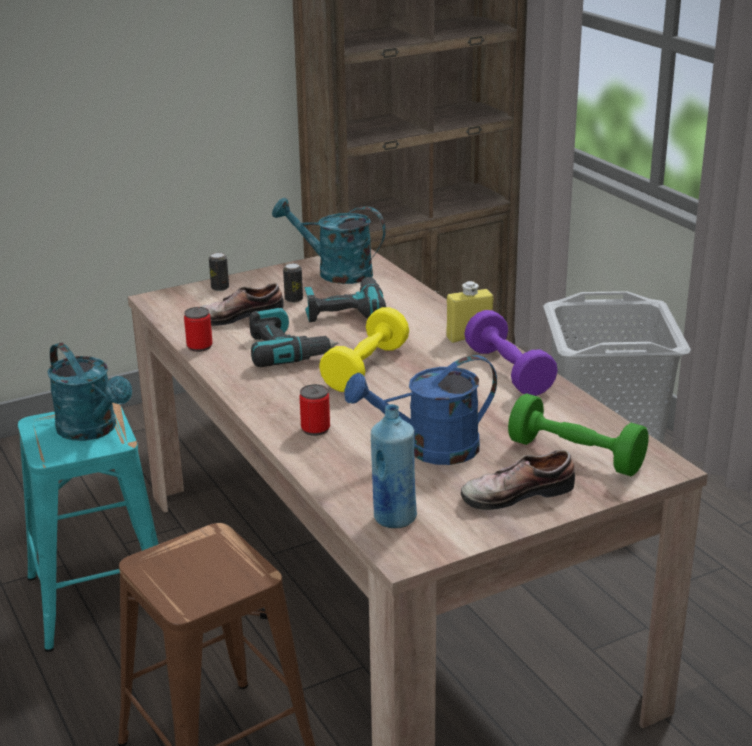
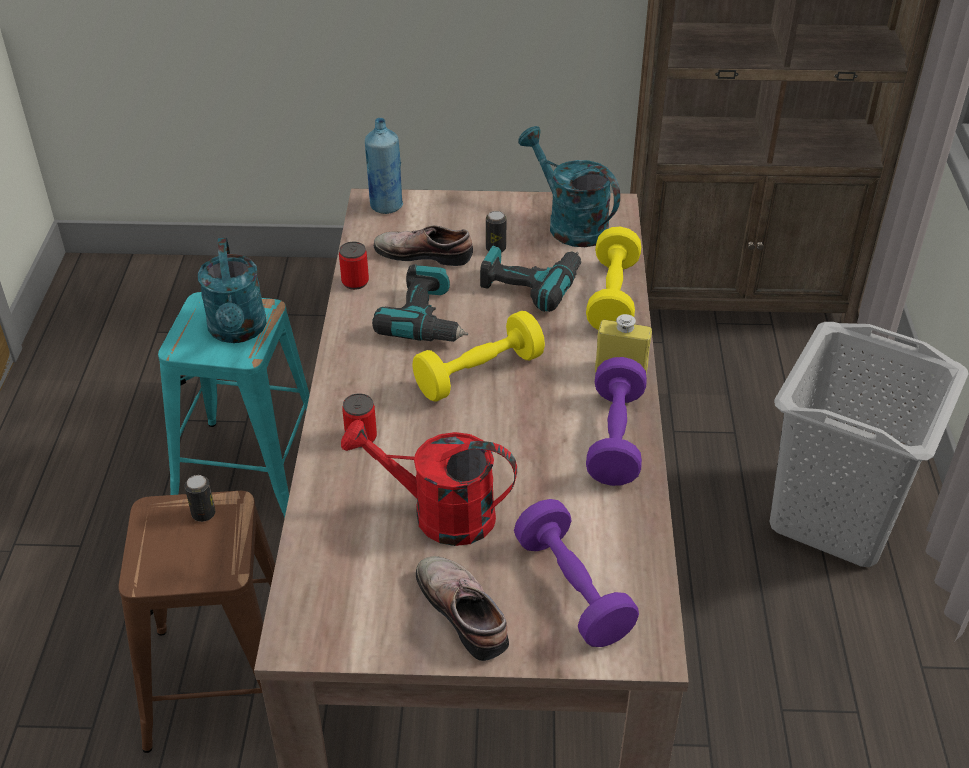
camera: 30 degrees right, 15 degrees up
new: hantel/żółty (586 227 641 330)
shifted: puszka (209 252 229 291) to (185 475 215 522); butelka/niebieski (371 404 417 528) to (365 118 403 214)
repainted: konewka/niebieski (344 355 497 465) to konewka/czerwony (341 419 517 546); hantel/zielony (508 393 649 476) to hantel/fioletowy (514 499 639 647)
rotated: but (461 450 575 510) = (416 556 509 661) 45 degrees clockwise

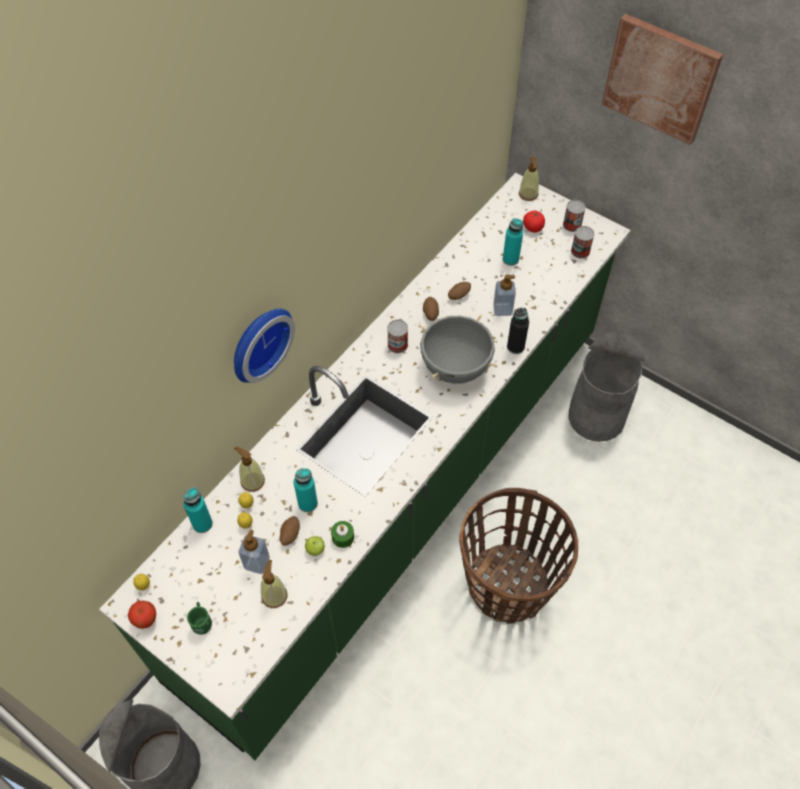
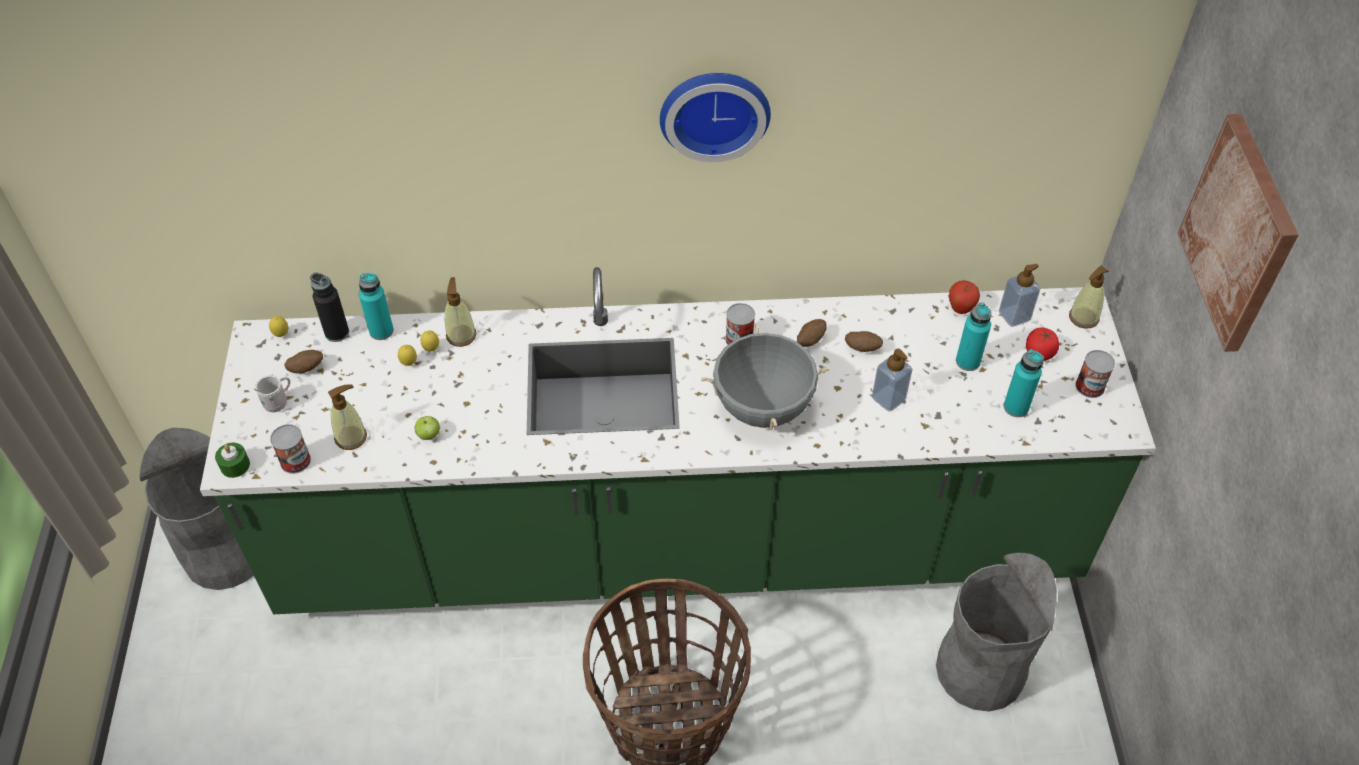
camera: 50 degrees right, 5 degrees down
shifted: jabłko (128 601 156 629) to (949 280 980 314); zegar ścienny (234 309 295 383) to (660 73 771 162); dozownik mydła (238 530 270 574) to (999 264 1040 327); ziemniak (280 516 300 546) to (284 350 323 373); butelka/turkusowy (294 468 318 512) to (1004 349 1044 417); świeca/zielony (331 521 354 548) to (215 443 250 478); butelka/czarny (507 308 529 354) to (310 273 349 342); puszka (571 226 595 259) to (270 424 311 474)
repainted: kubek/zielony (187 602 212 635) to kubek/biały (254 375 290 412)

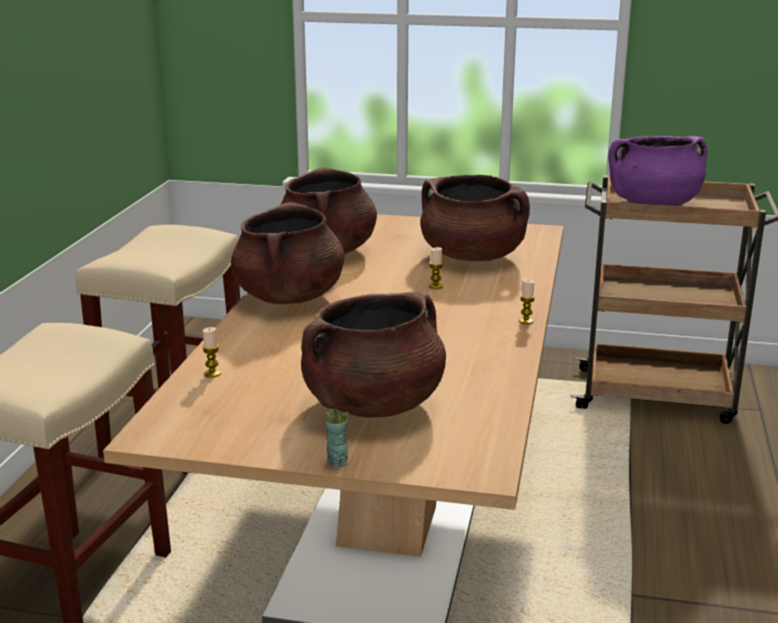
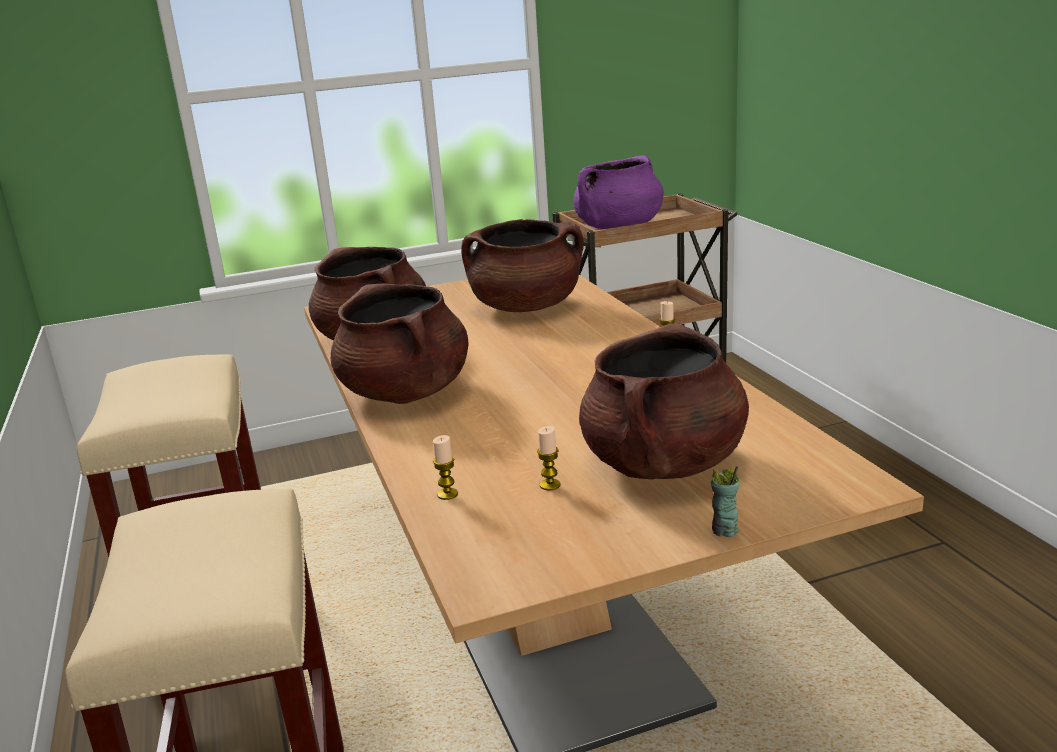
camera: 30 degrees left, 0 degrees up
shifted: świeca (429 247 443 289) to (537 426 560 490)

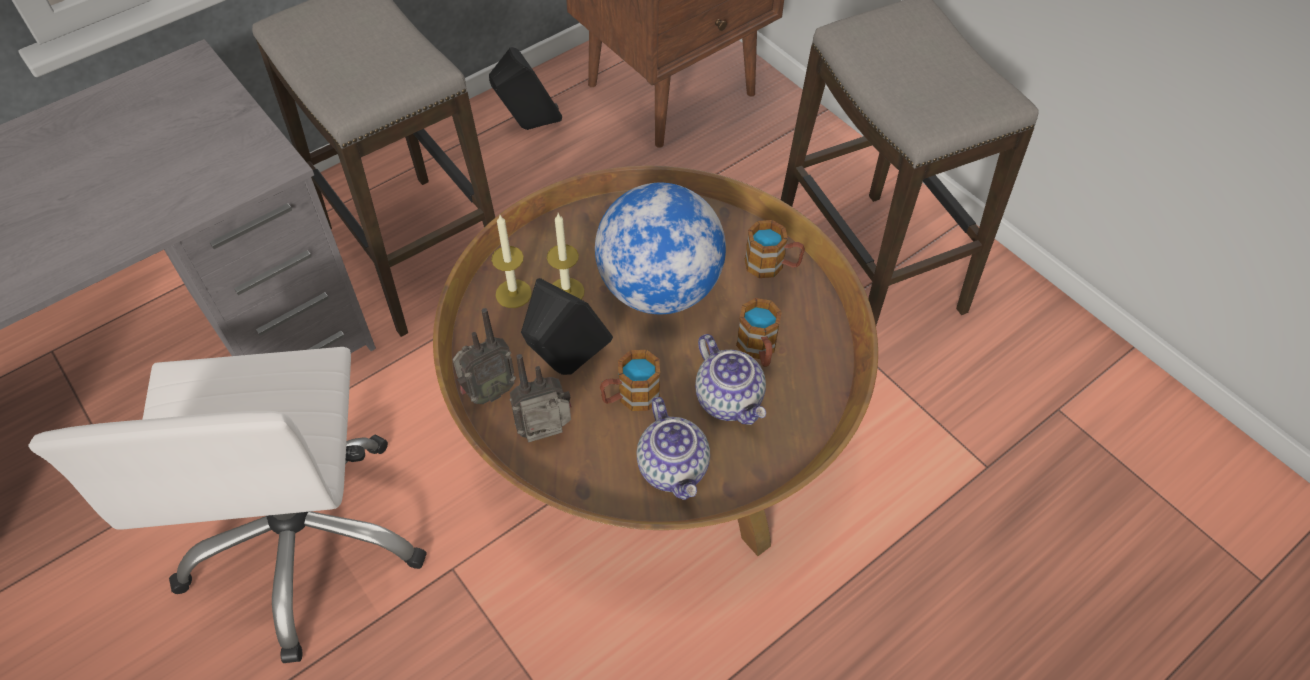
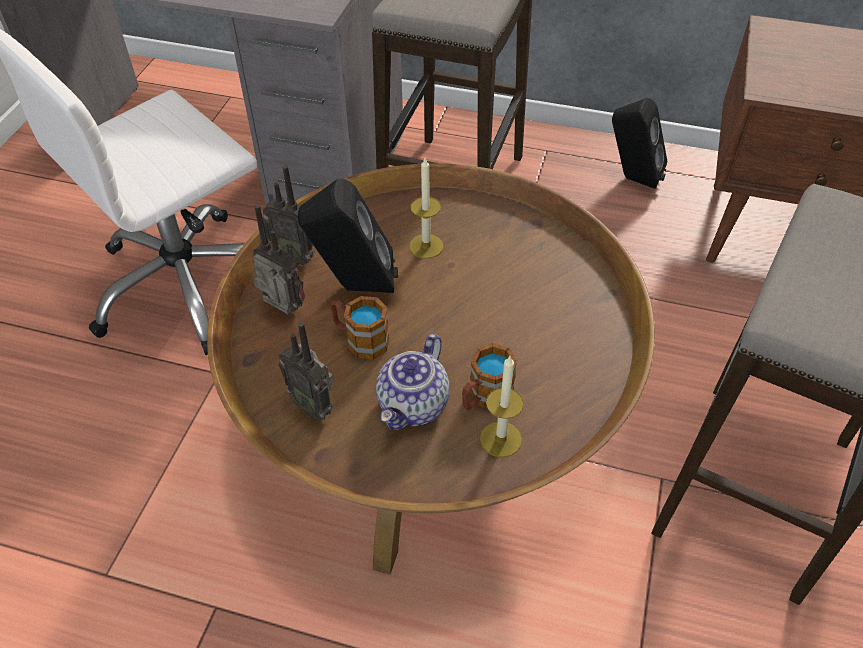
camera: 55 degrees right, 5 degrees down
gone: globus (595 183 726 314); kubek (745 220 805 278)
shifted: świeca (491 215 532 308) to (480 356 524 458)
swapped: imbryk (637 397 710 500) to radio (278 322 334 421)

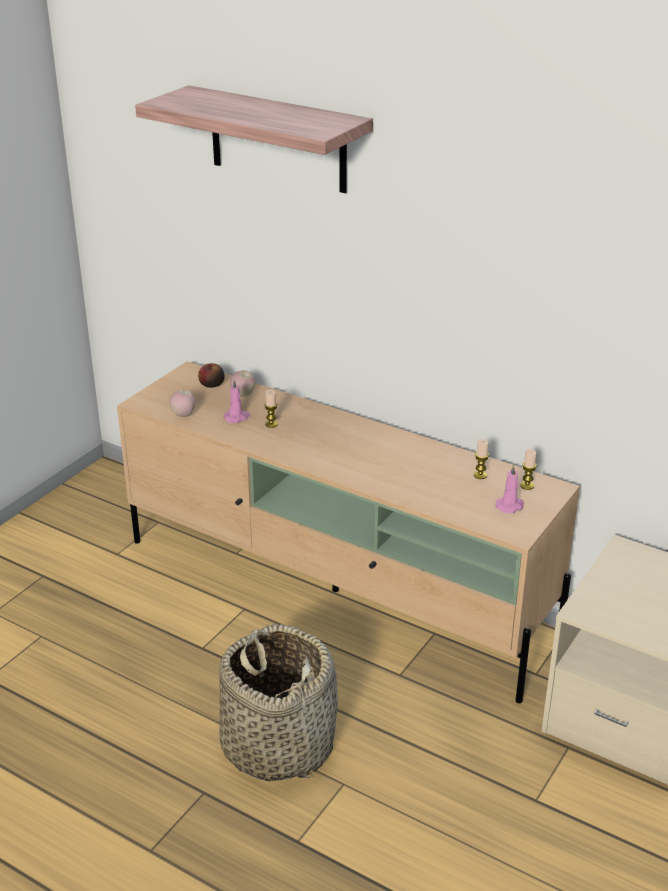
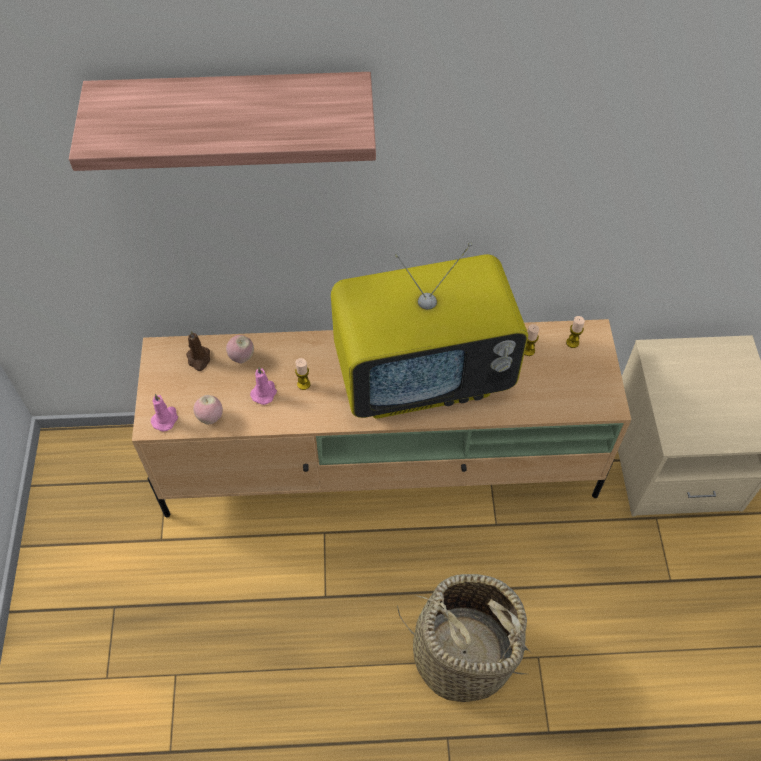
camera: 35 degrees left, 25 degrees up
new: telewizor (331 243 528 419)
shifted: świeca/różowy (495 465 524 513) to (151 394 178 431)
swapped: jabłko (198 363 225 388) to świeca/brązowy (186 331 210 371)

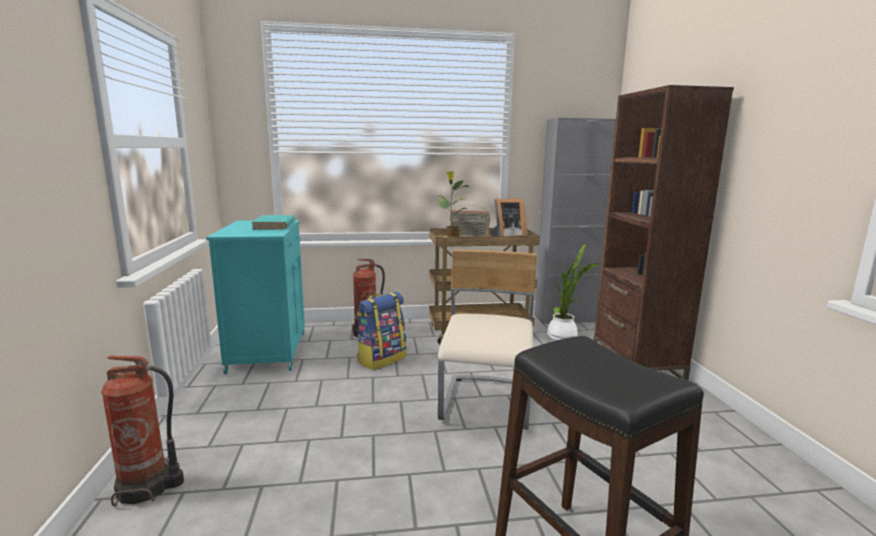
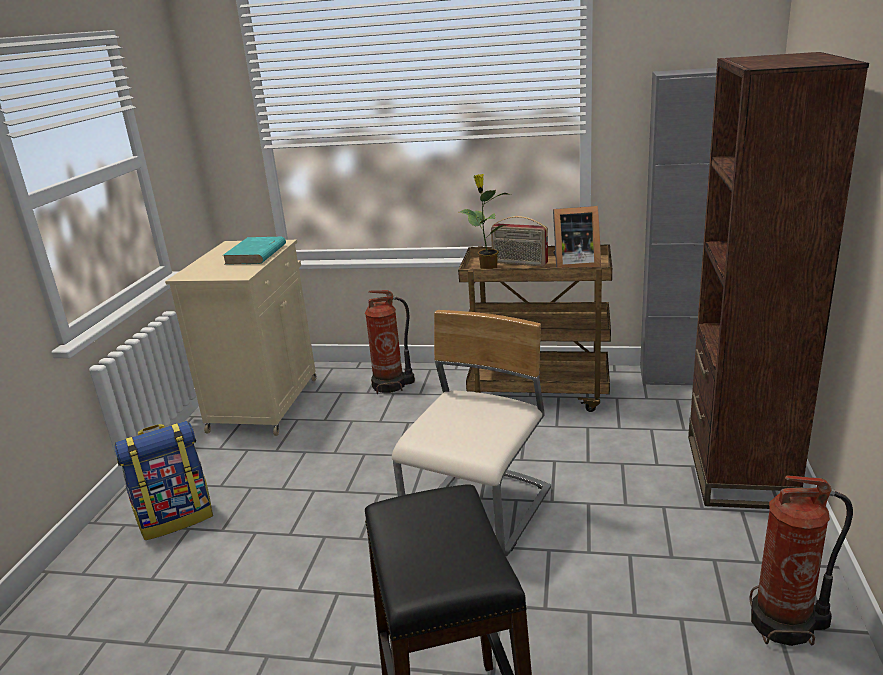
camera: 20 degrees right, 10 degrees up
gone: roślina doniczkowa (547 244 600 341)
shifted: gaśnica (101 356 184 506) to (749 475 853 646); plecak (357 292 406 370) to (115 421 213 540)
repainted: szafka/turkusowy (206 220 305 374) to szafka/beżowy (165 240 317 436)

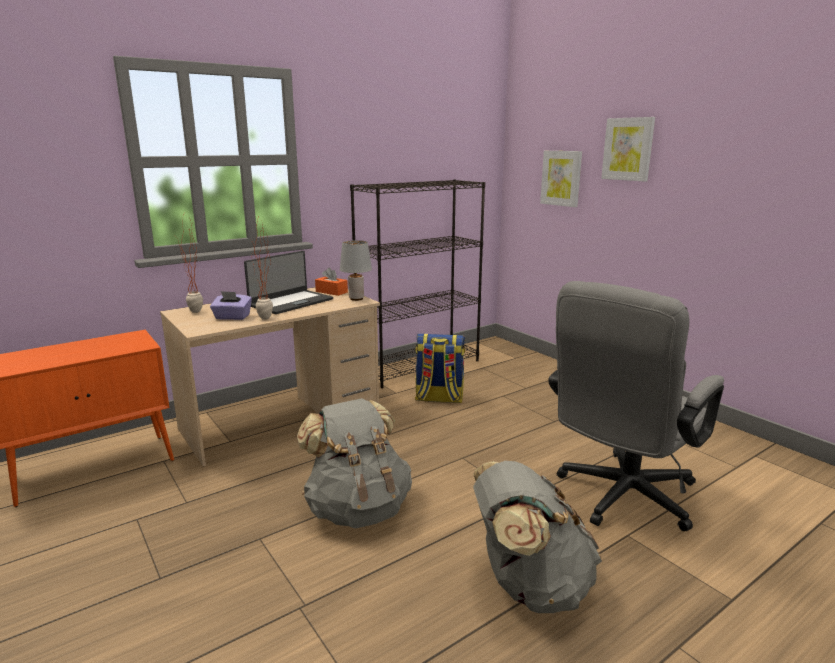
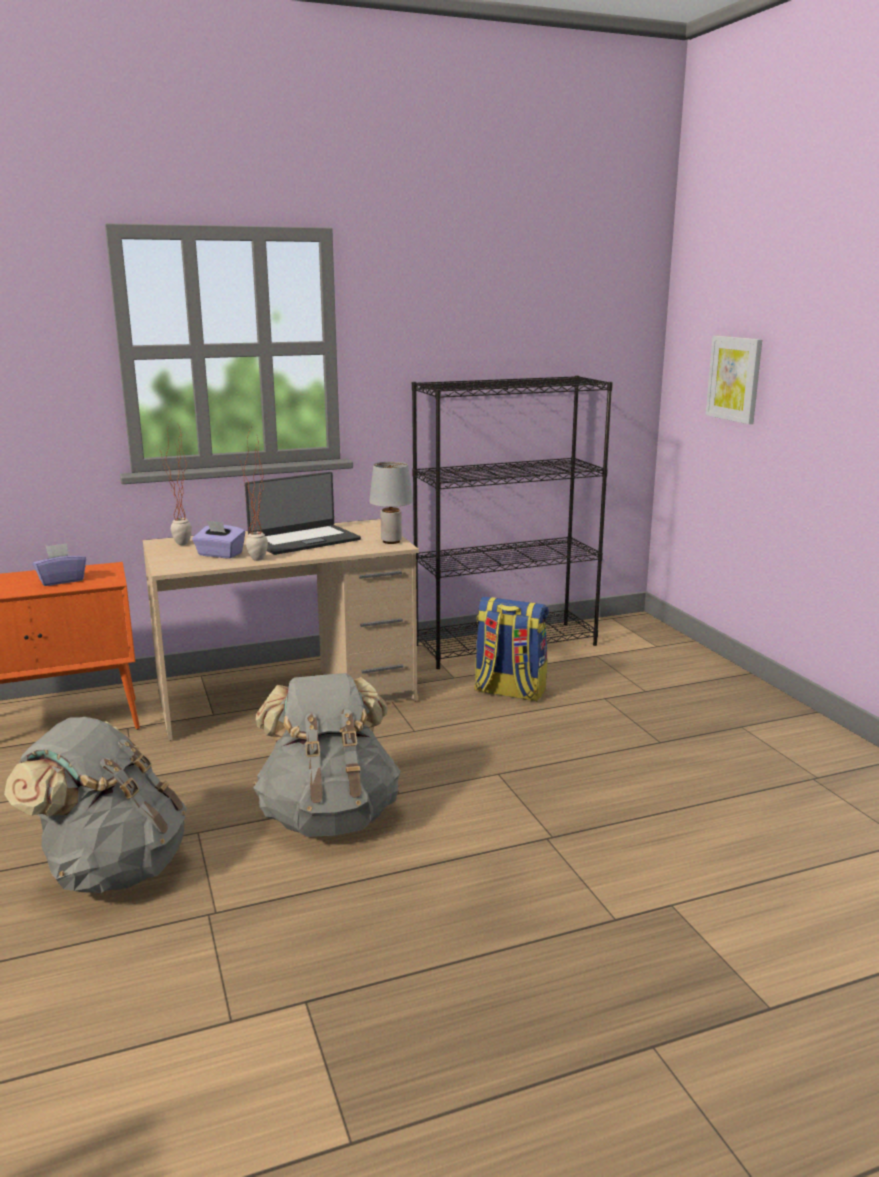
camera: 15 degrees right, 0 degrees up
gone: pudełko chusteczek/pomarańczowy (315 268 348 296); krzesło biurowe/szary (548 281 724 531); obraz (601 117 655 182)
new: pudełko chusteczek/fioletowy (33 543 86 586)
shifted: plecak/szary (473 461 602 613) to (4 717 187 893)

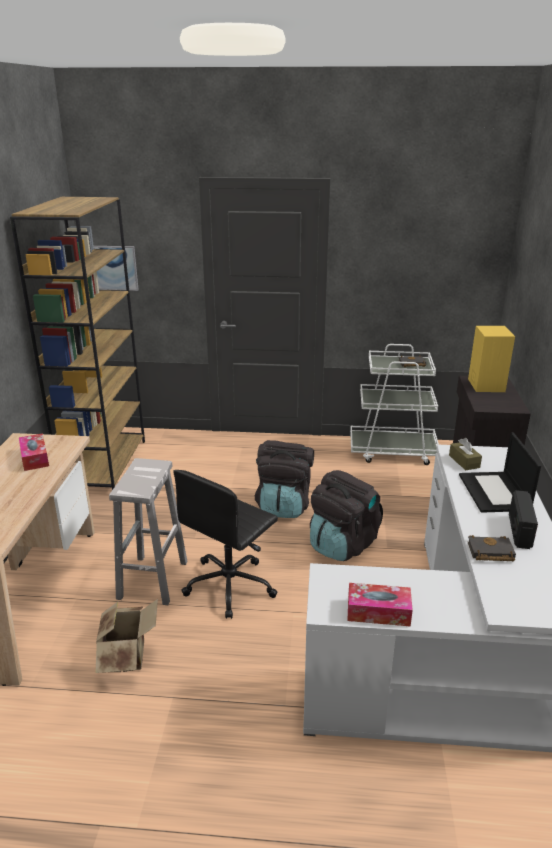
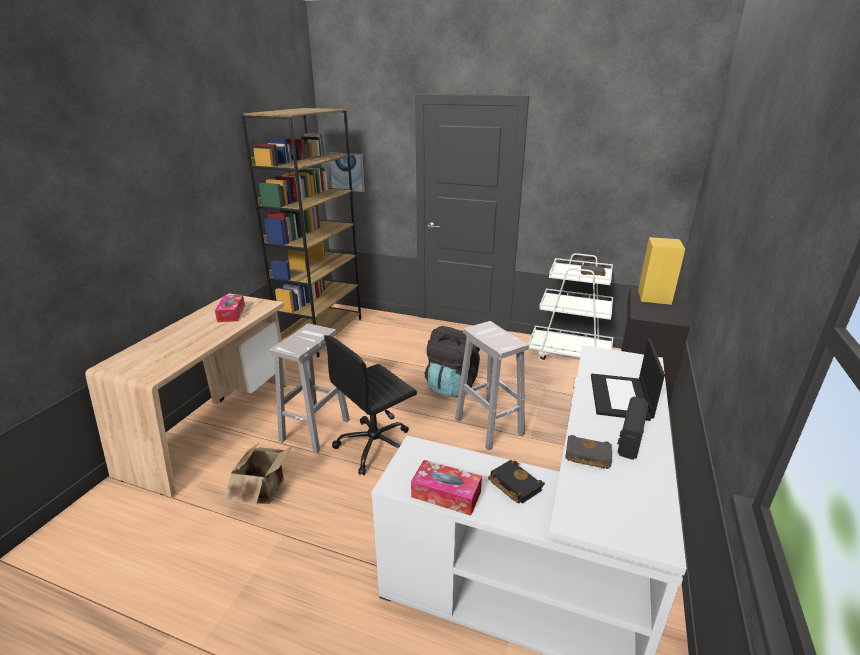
camera: 15 degrees right, 0 degrees up
gone: pudełko chusteczek/brązowy (449 438 482 470)
new: książka/czarny (488 460 545 504)
swapped: plecak/czarny (310 470 383 561) to stołek/biały (455 321 529 450)

